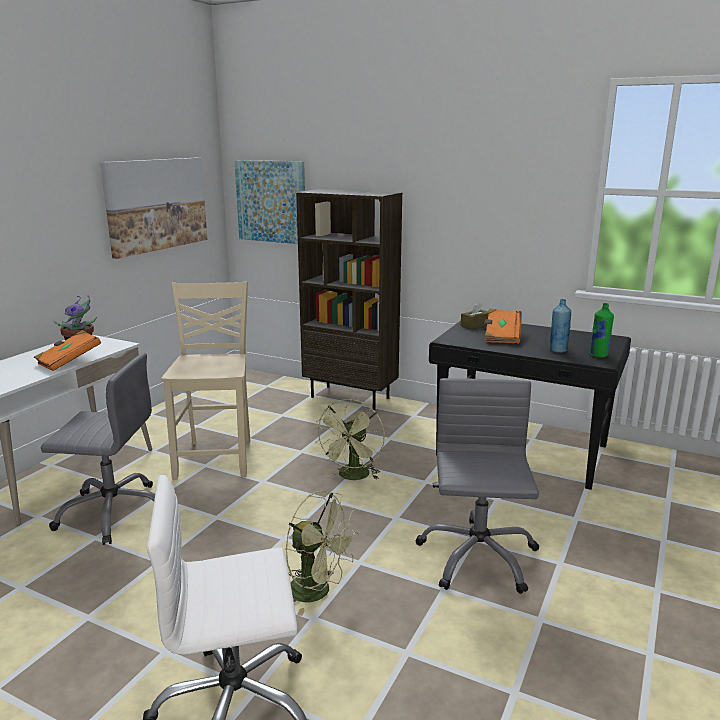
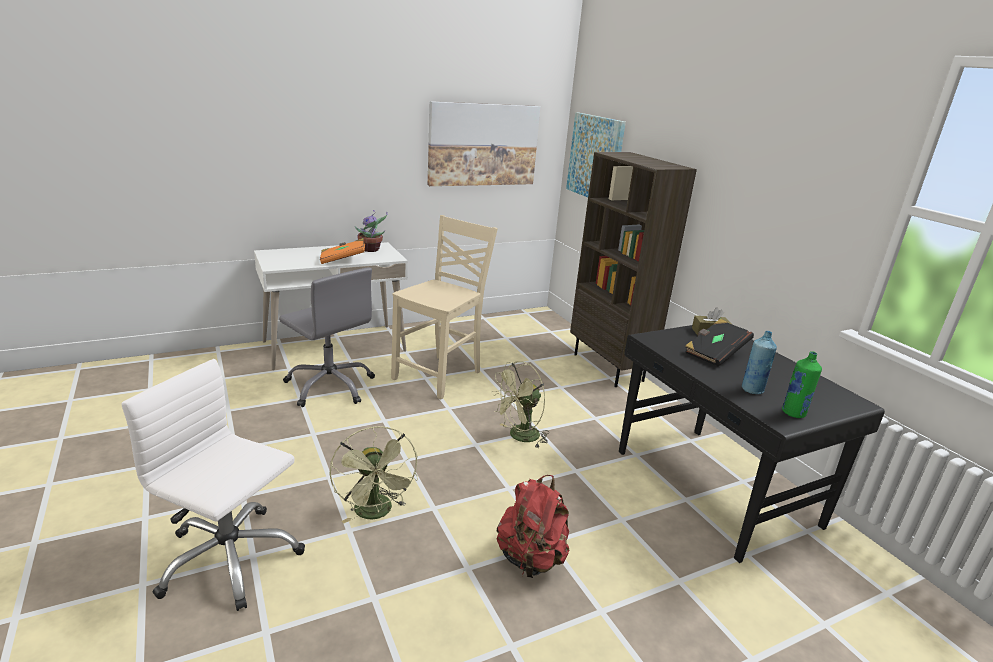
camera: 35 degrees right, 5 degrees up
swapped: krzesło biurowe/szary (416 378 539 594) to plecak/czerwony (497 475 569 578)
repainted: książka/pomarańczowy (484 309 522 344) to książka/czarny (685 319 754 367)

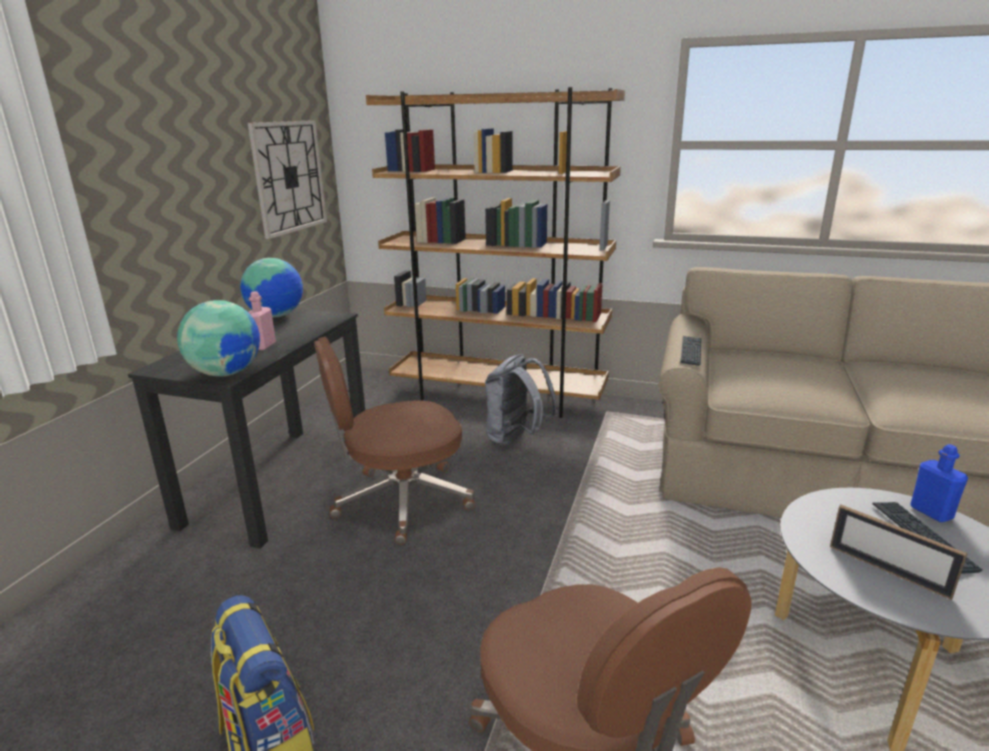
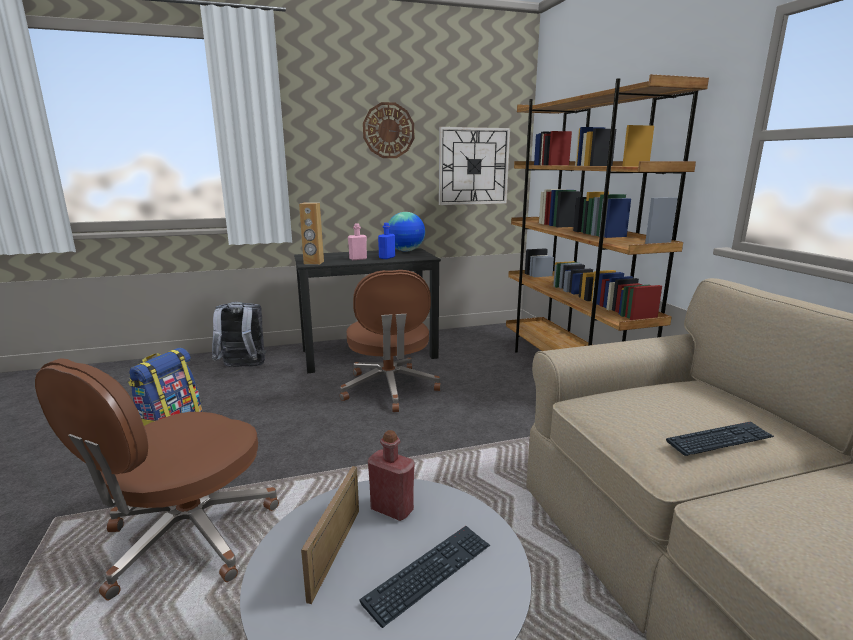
camera: 55 degrees right, 5 degrees down
new: zegar ścienny (363 102 414 158); butelka/czerwony (368 430 415 521)
shifted: plecak/szary (485 354 558 446) to (212 302 266 367); klawiatura (680 336 701 366) to (666 421 774 456); butelka/niebieski (910 444 968 522) to (378 223 395 259)
swapped: globus (177 300 260 377) to głośnik/brązowy (299 203 324 265)
rotated: krzesło biurowe/brązowy (314 337 475 545) = (340 270 441 412) 135 degrees counterclockwise

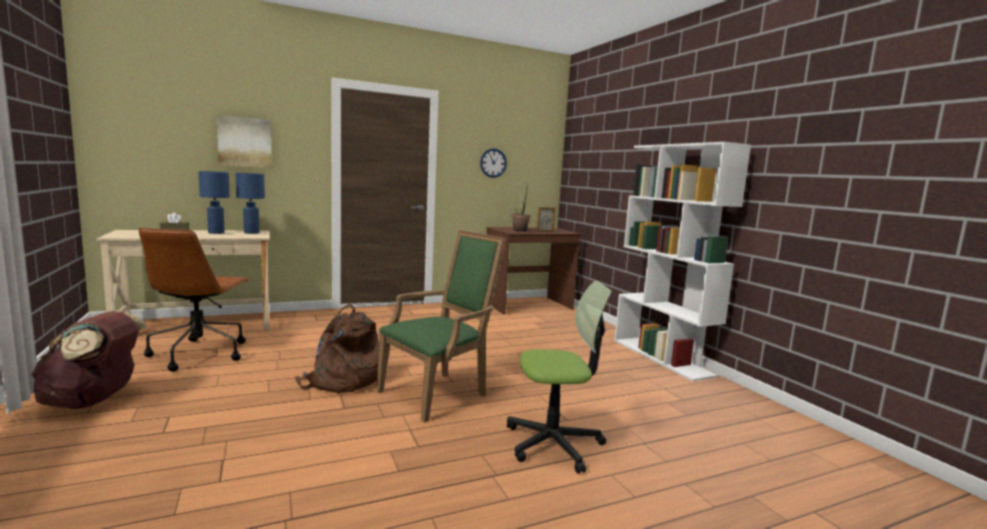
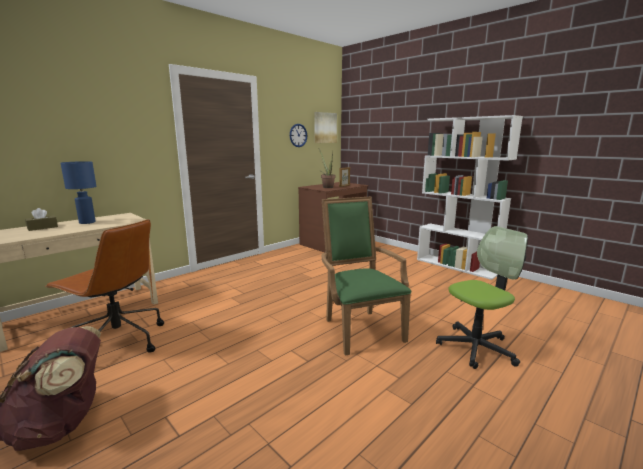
camera: 20 degrees left, 5 degrees up
gone: lampa stołowa/niebieski (236 173 265 234); plecak/brązowy (295 304 379 393)
shifted: obraz (216 115 271 168) to (314 112 337 143)
rotated: krzesło biurowe/brązowy (139 228 250 372) = (45 219 164 353) 45 degrees counterclockwise; fotel/zielony (376 230 506 423) = (322 196 412 356) 45 degrees counterclockwise

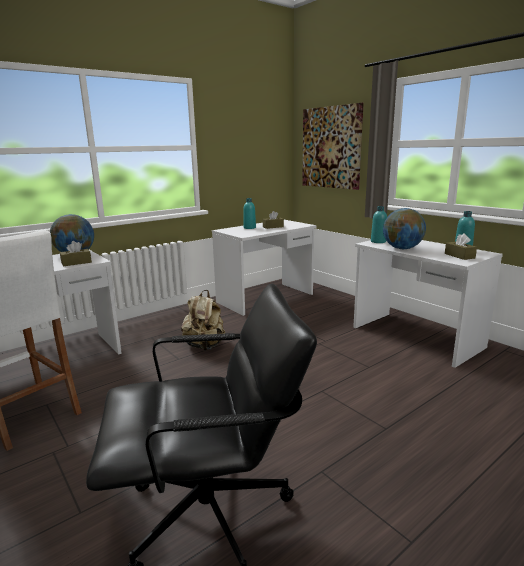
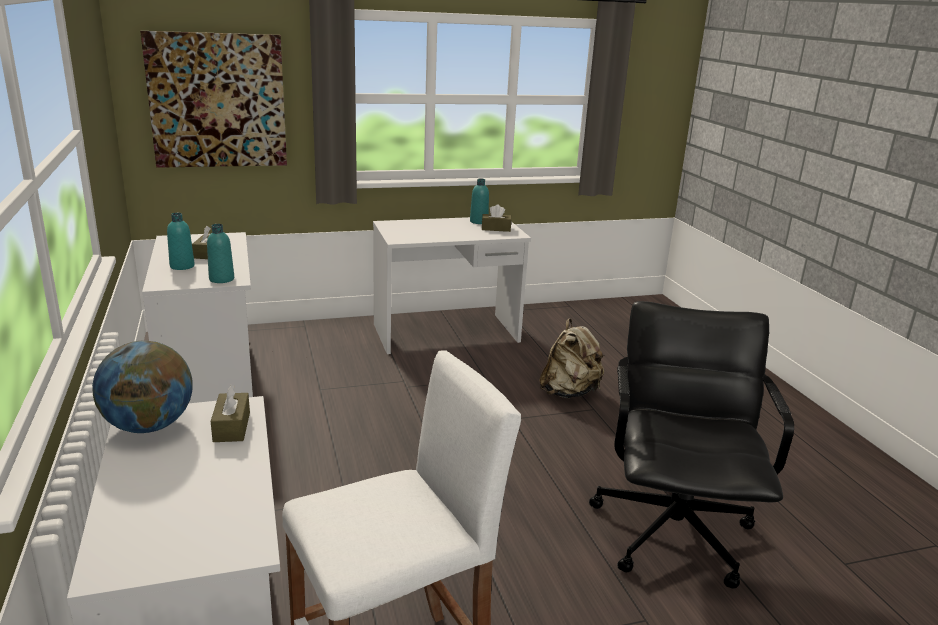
camera: 70 degrees left, 5 degrees up
gone: globus (383 208 426 249)
shifted: plecak/beżowy (181 290 225 351) to (539 318 605 398); butelka/turkusowy (371 206 387 243) to (207 224 234 283)

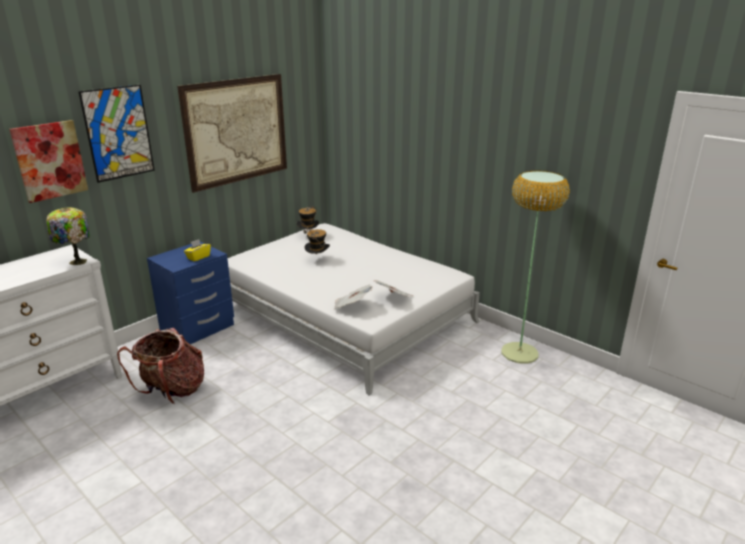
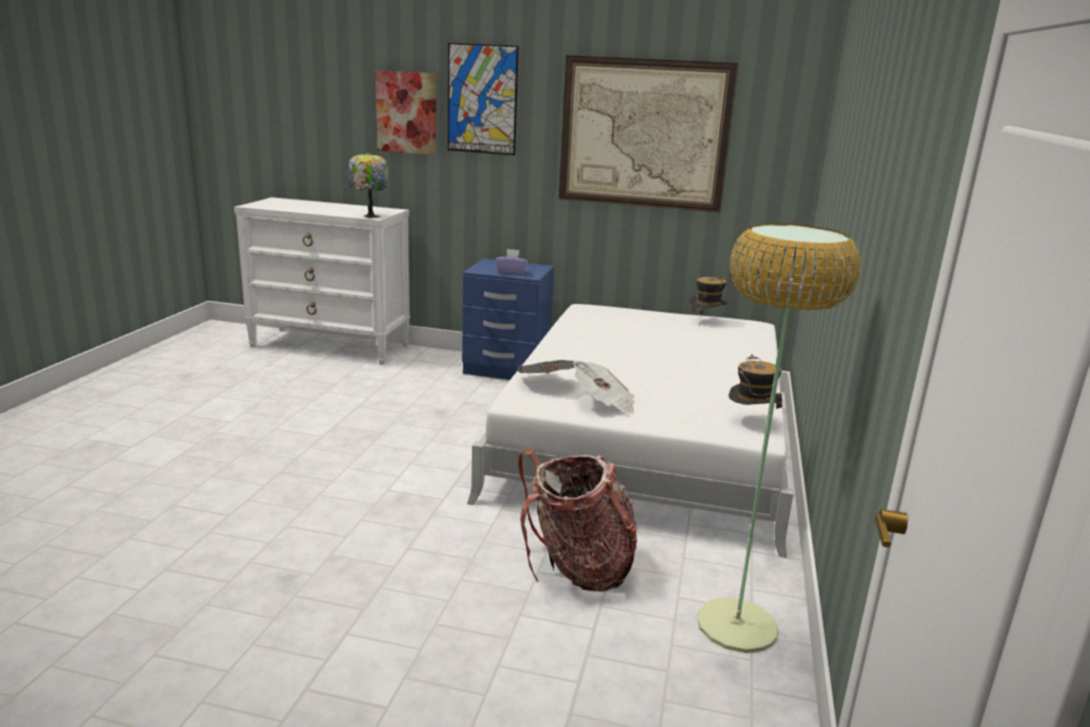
camera: 60 degrees right, 5 degrees down
shifted: plecak (117 328 204 404) to (518 449 637 592); kapelusz (305 229 330 255) to (729 354 782 409)
repainted: pudełko chusteczek/żółty (184 239 211 262) to pudełko chusteczek/fioletowy (496 249 528 275)

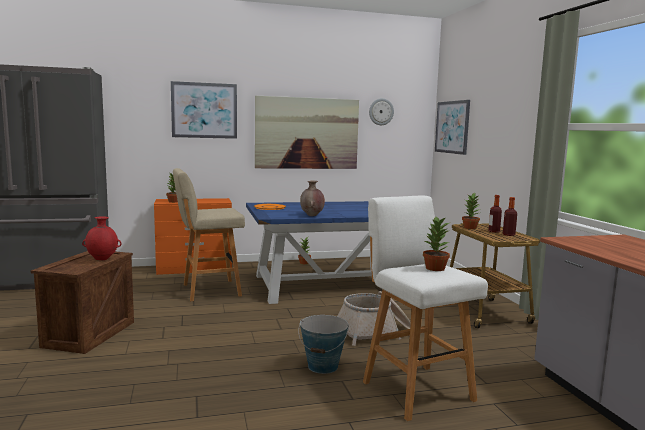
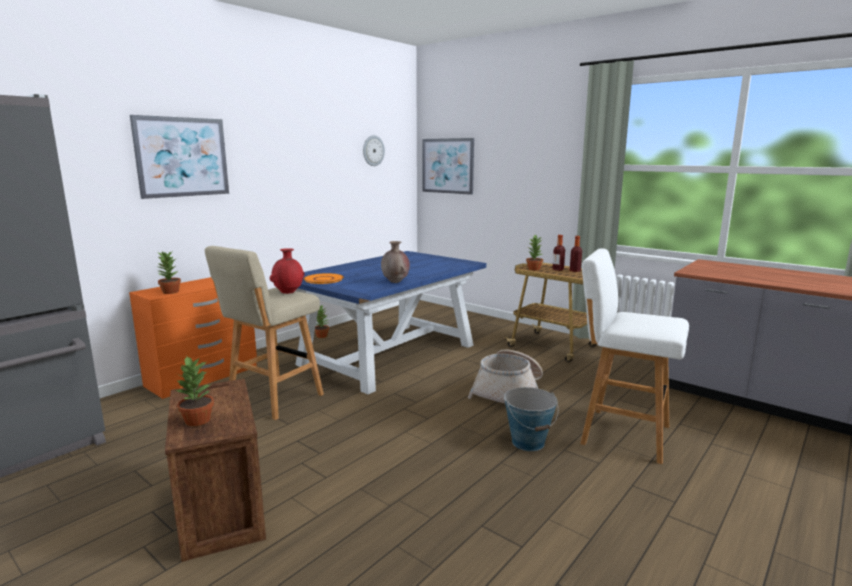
camera: 35 degrees left, 5 degrees up
gone: obraz (255 96 359 169)
shifted: wazon/czerwony (82 216 122 260) to (270 248 305 294); roślina doniczkowa (423 217 450 271) to (176 357 214 426)

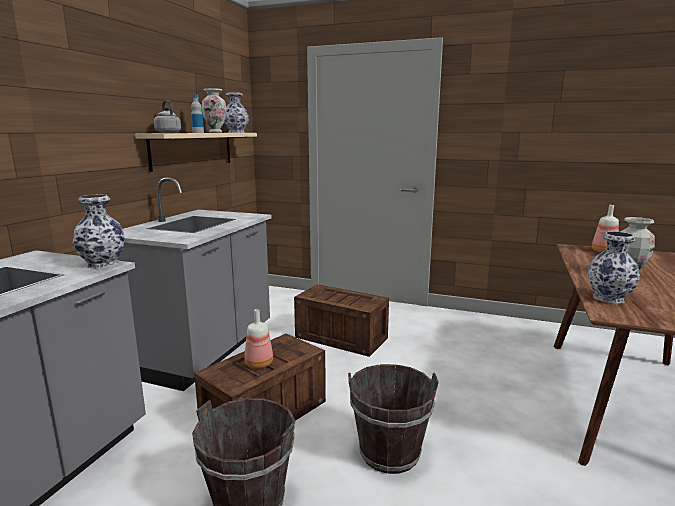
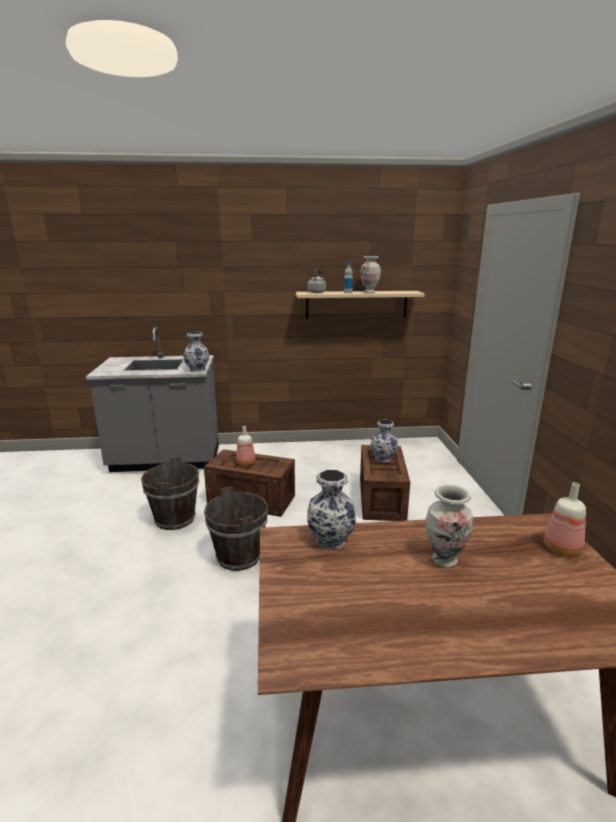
camera: 65 degrees right, 5 degrees up
gone: zabudowa kuchenna/szary (117 177 272 391)
shifted: wazon (224 92 249 133) to (370 419 398 462)

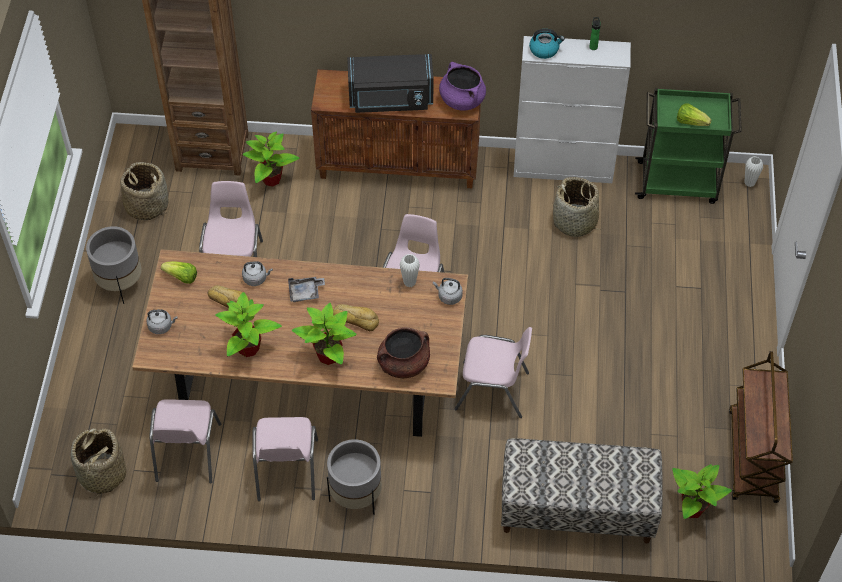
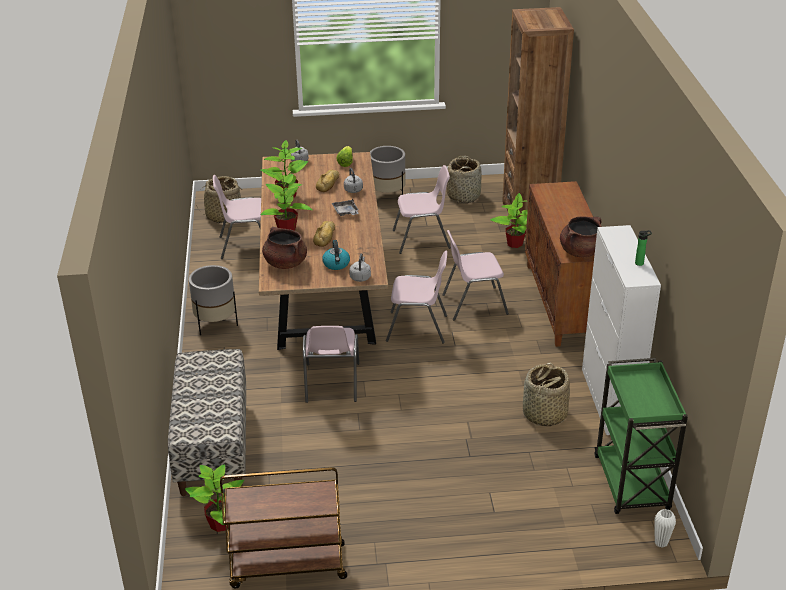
camera: 80 degrees right, 20 degrees down
gone: mikrofalówka/czarny (347 54 434 113); wazon/biały (400 254 420 287); sałata (677 104 711 126)
shifted: krzesło/różowy (252 417 318 501) to (442 230 509 321); czajnik (529 29 565 59) to (322 240 350 270)
repainted: garnek/fioletowy (439 62 486 111) to garnek/brązowy (560 216 601 257)

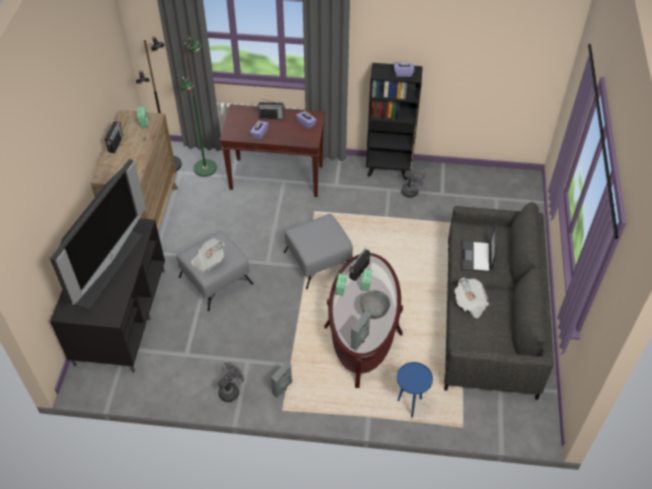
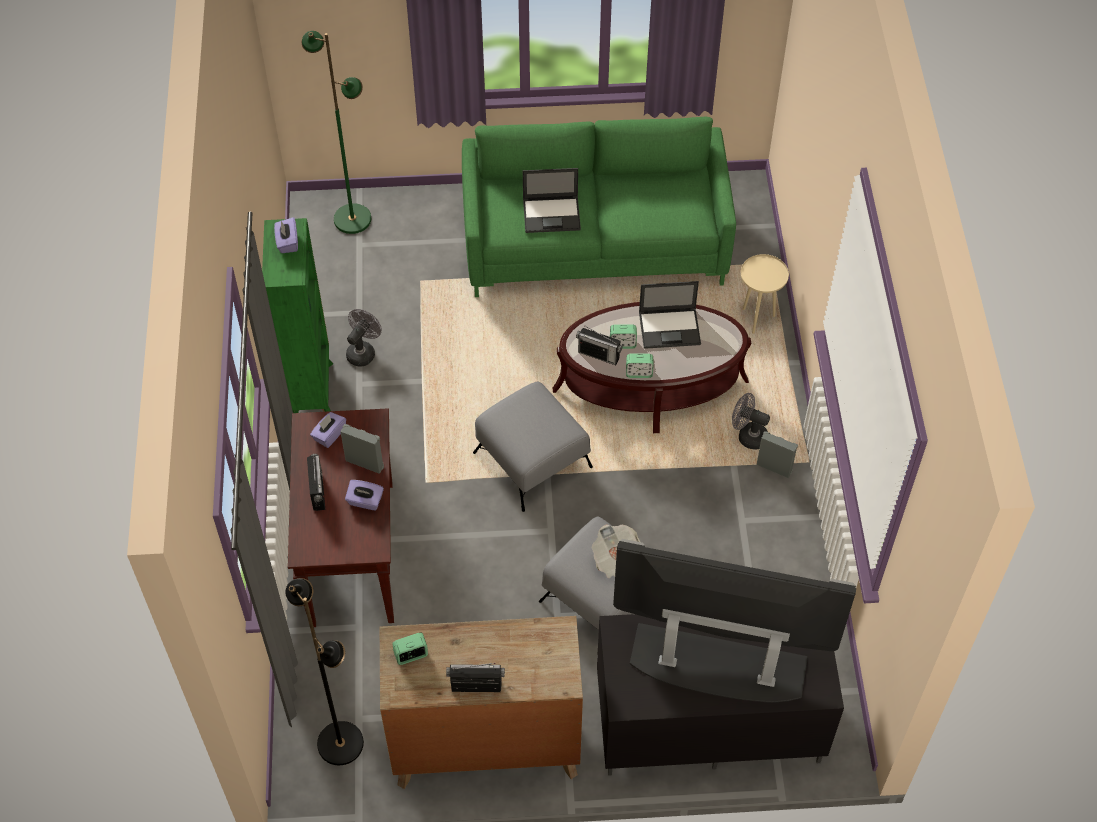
camera: 100 degrees left, 5 degrees up
gone: gazeta (454 278 489 318)
shifted: lampa stojąca/zielony (181 37 217 177) to (302 31 371 234); wentylator/szary (218 362 244 402) to (732 393 770 450); głośnik/szary (351 312 371 351) to (340 424 384 474)
swapped: miska/szary (360 290 390 319) to laptop (639 281 701 349)
repainted: regał/czarny (366 63 423 180) to regał/zielony (262 218 333 413); stolik/niebieski (397 362 433 418) to stolik/beżowy (741 254 789 334); kanapa/szary (444 202 554 400) to kanapa/zielony (462 117 736 297)

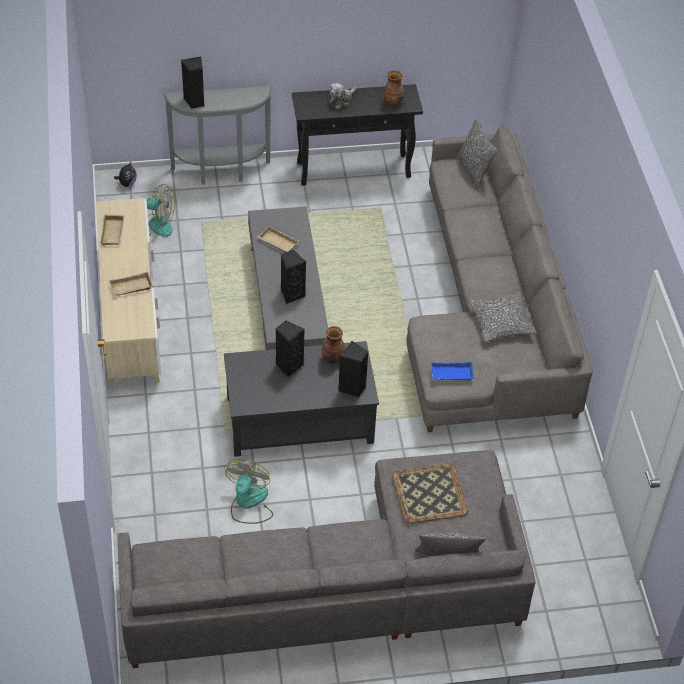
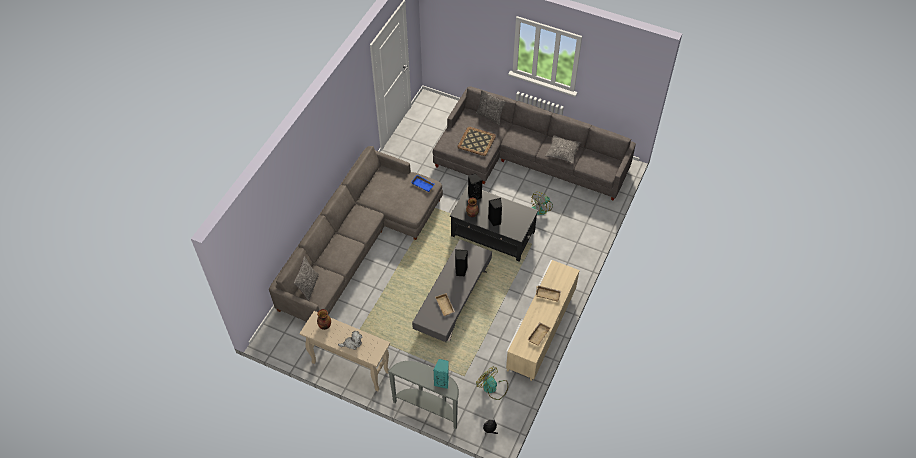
camera: 145 degrees left, 5 degrees up
shifted: poduszka (468 292 537 342) to (545 135 581 164)
repainted: głośnik/czarny (181 56 204 109) to głośnik/turkusowy (434 359 449 389); stolik konsolowy/czarny (292 84 423 186) to stolik konsolowy/beżowy (300 311 390 391)

